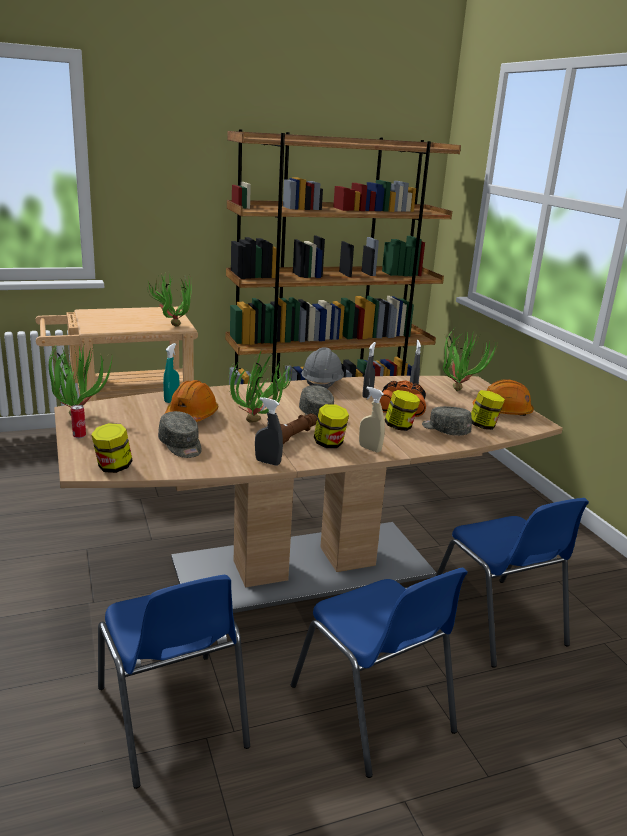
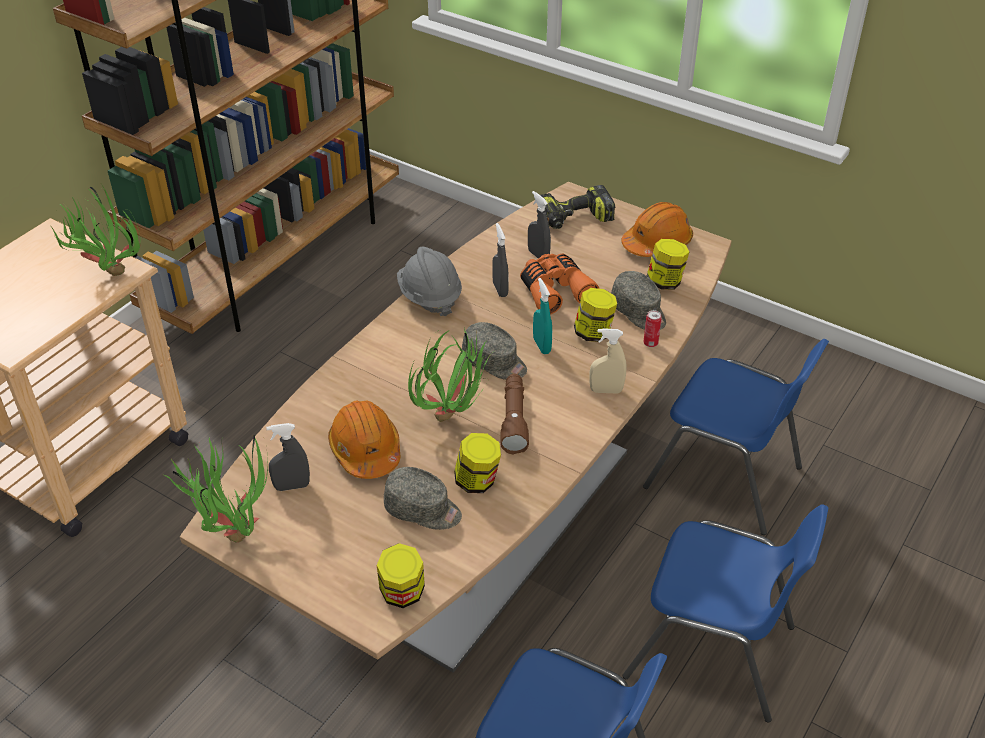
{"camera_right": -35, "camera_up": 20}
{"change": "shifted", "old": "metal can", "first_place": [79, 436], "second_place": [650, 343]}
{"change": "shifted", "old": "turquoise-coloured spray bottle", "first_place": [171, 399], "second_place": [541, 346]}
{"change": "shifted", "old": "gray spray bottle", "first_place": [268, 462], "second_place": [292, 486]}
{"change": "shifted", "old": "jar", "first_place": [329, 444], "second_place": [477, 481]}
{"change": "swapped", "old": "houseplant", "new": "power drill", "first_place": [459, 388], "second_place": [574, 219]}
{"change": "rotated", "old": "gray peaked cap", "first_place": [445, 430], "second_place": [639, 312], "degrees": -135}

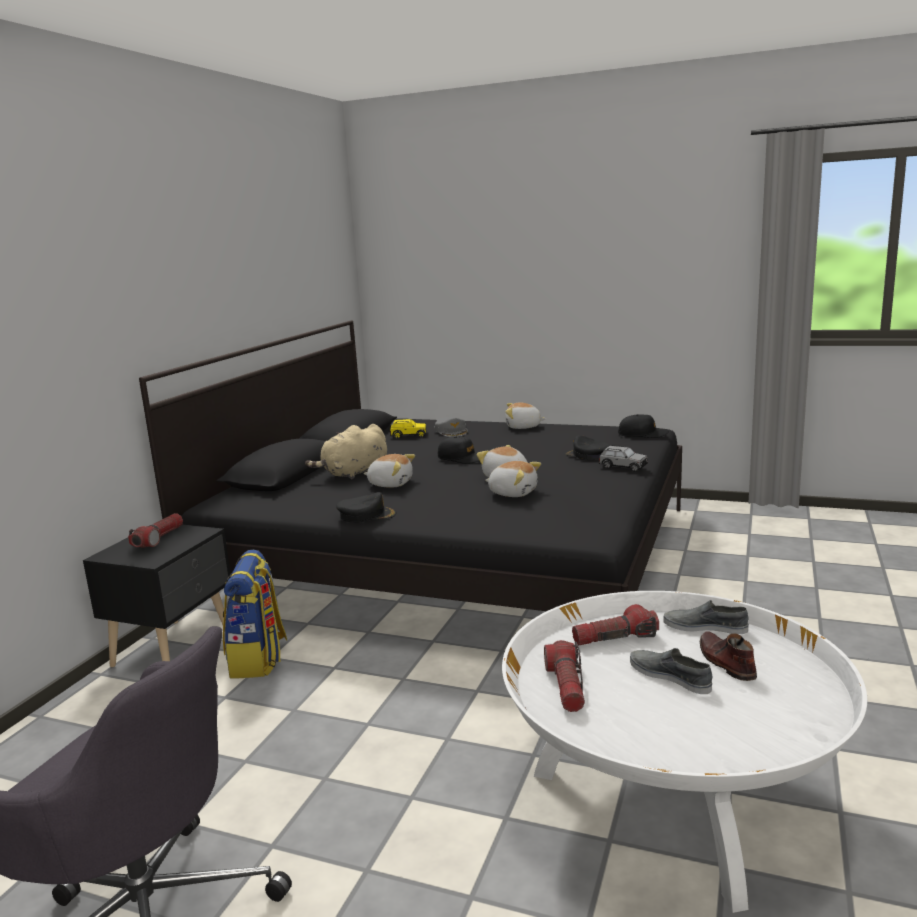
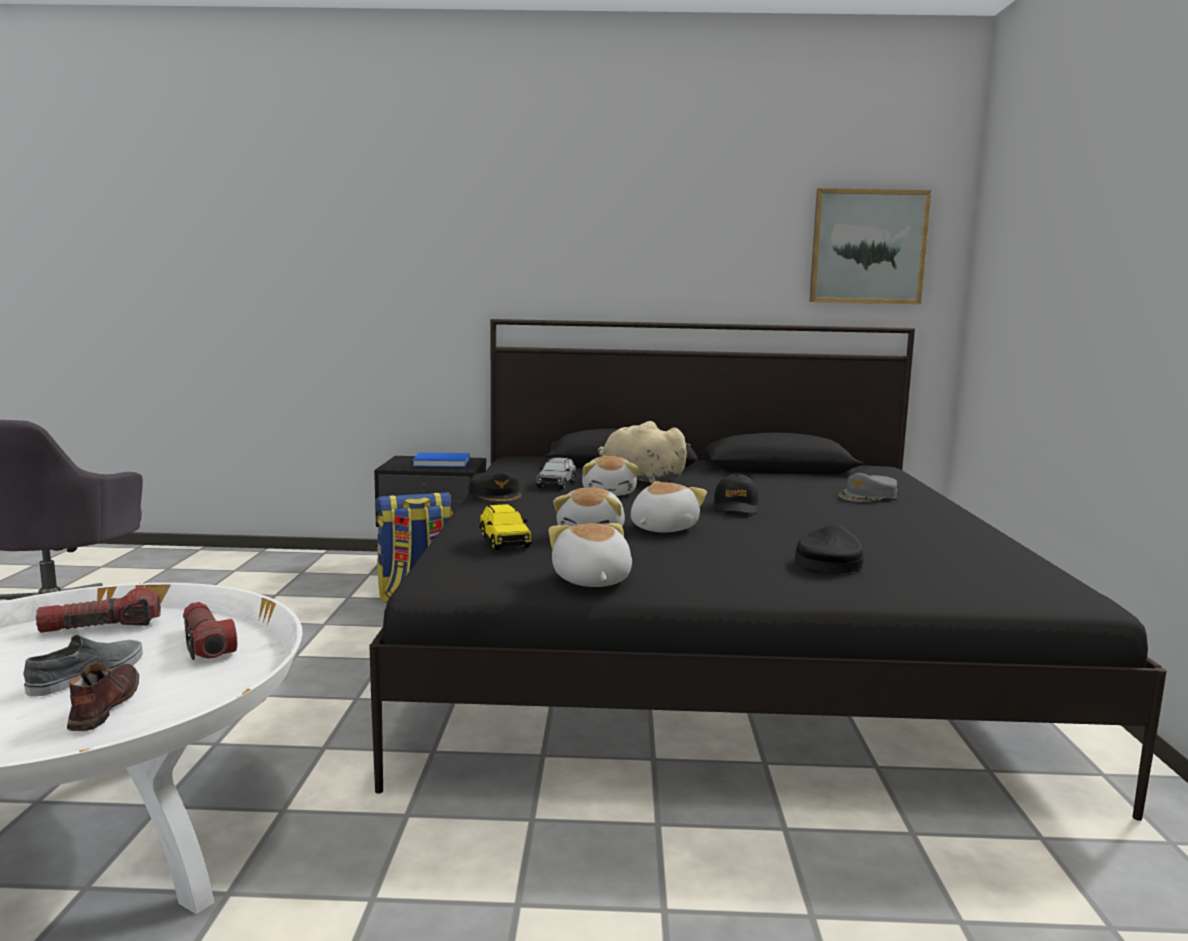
{"camera_right": 70, "camera_up": -5}
{"change": "gone", "old": "blackish peaked cap", "first_place": [643, 434]}
{"change": "gone", "old": "gray low shoe", "first_place": [705, 626]}
{"change": "new", "new": "wall picture", "second_place": [868, 247]}
{"change": "shifted", "old": "yellow-coloured toy car", "first_place": [408, 435], "second_place": [504, 541]}
{"change": "shifted", "old": "soft toy", "first_place": [523, 427], "second_place": [591, 580]}
{"change": "shifted", "old": "gray toy car", "first_place": [623, 467], "second_place": [556, 484]}
{"change": "swapped", "old": "torch", "new": "bluish bound book", "first_place": [159, 538], "second_place": [443, 462]}
{"change": "rotated", "old": "brown low shoe", "first_place": [725, 662], "second_place": [103, 706], "degrees": -60}

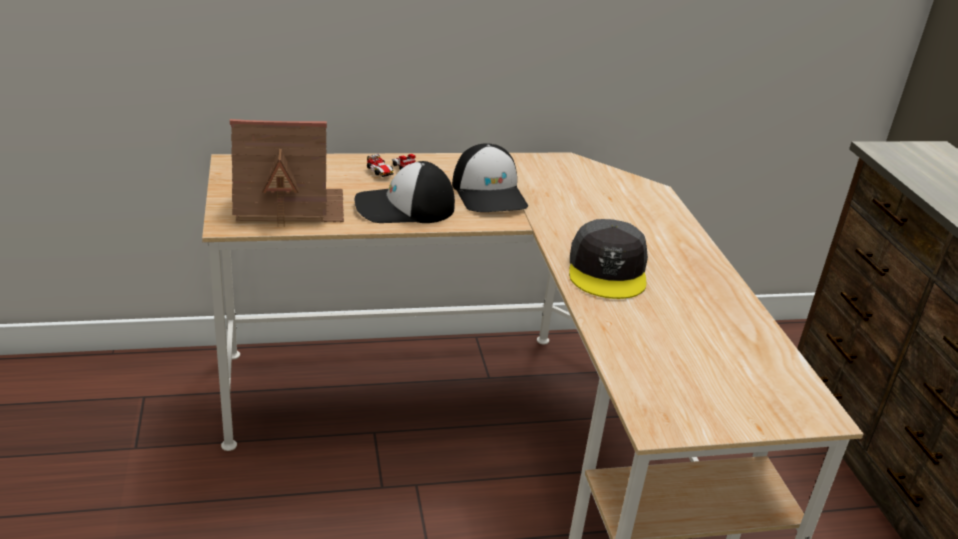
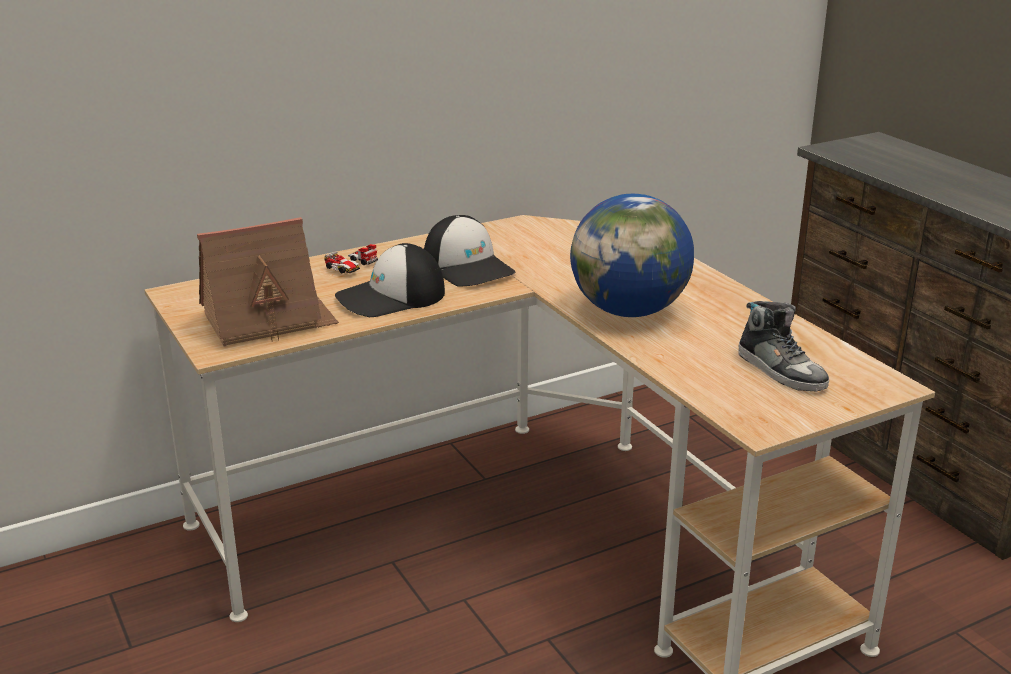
{"camera_right": -15, "camera_up": -5}
{"change": "new", "new": "low shoe", "second_place": [781, 370]}
{"change": "swapped", "old": "gray peaked cap", "new": "globe", "first_place": [607, 271], "second_place": [629, 311]}

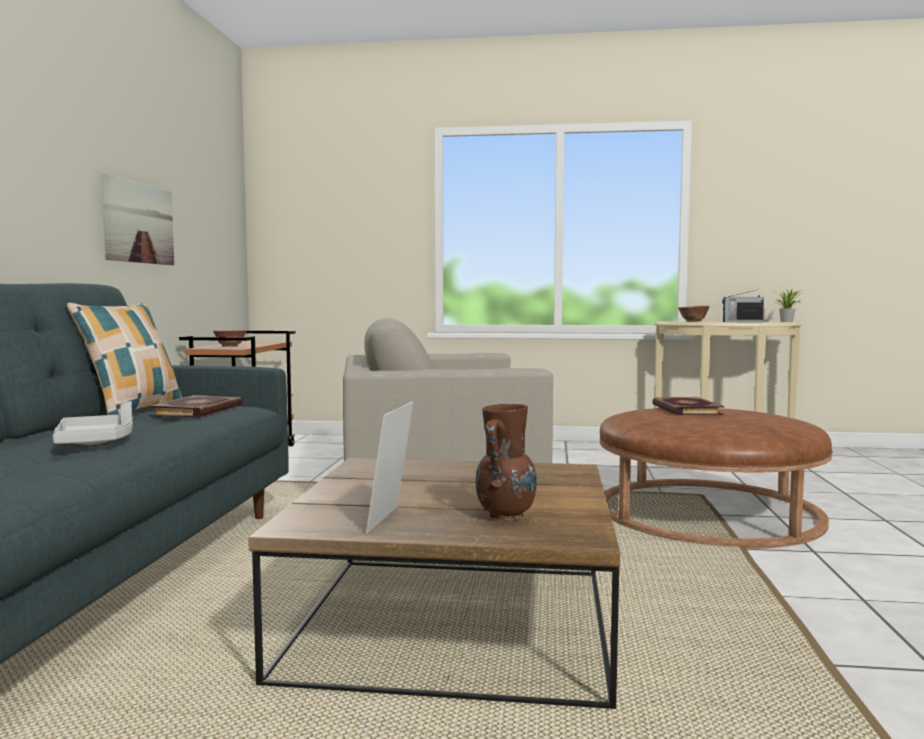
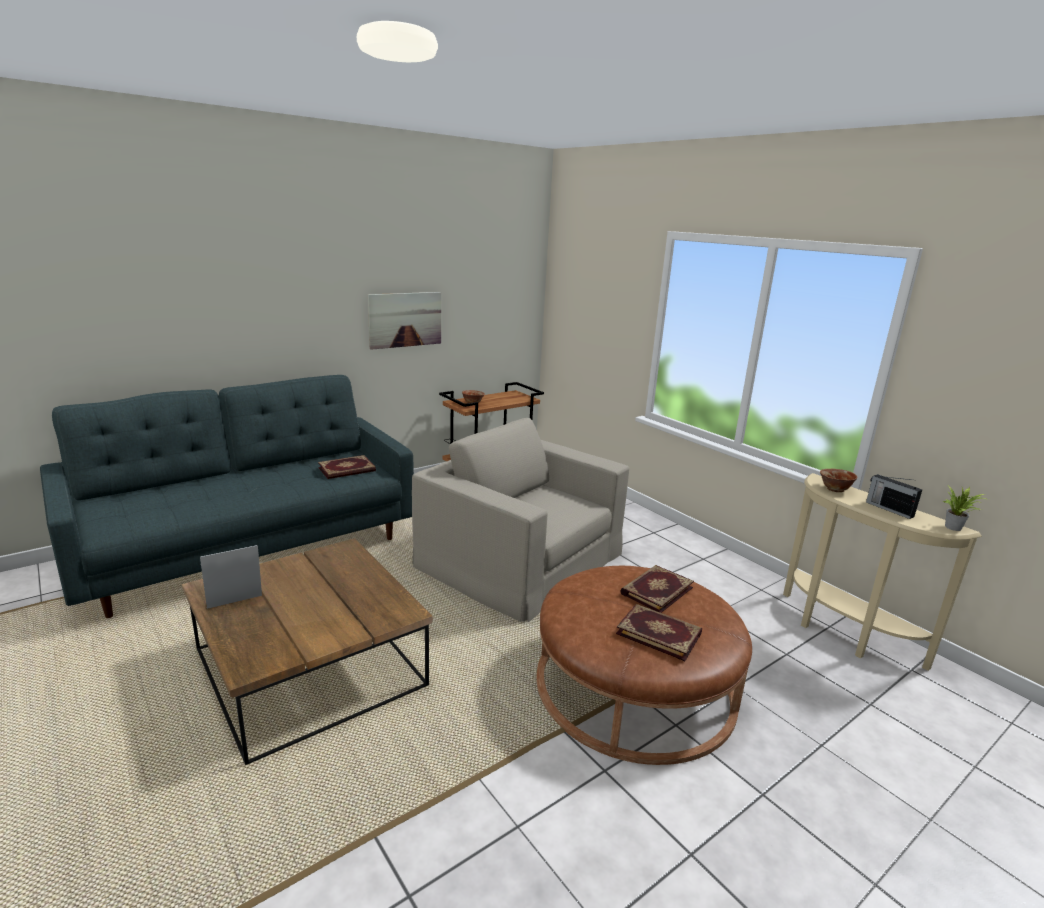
{"camera_right": 45, "camera_up": 15}
{"change": "gone", "old": "gray serving tray", "first_place": [96, 442]}
{"change": "gone", "old": "cushion", "first_place": [133, 412]}
{"change": "gone", "old": "brown decorative vase", "first_place": [505, 516]}
{"change": "new", "new": "bound book", "second_place": [659, 633]}

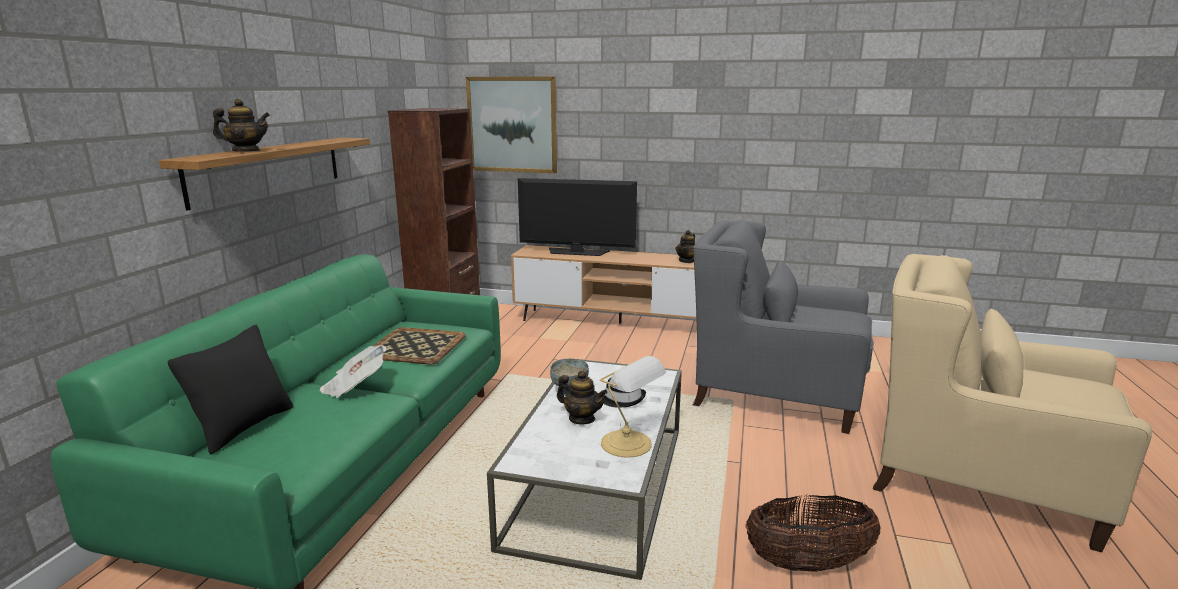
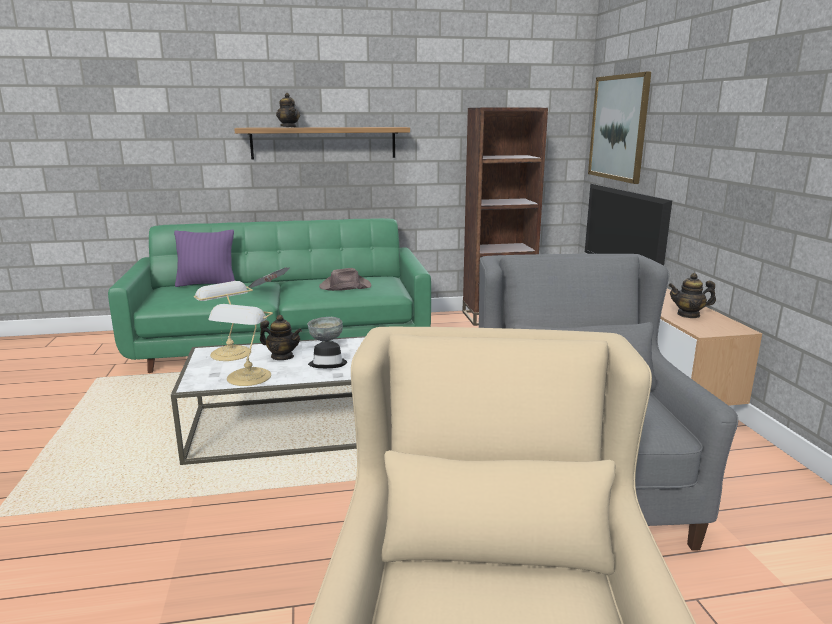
{"camera_right": 65, "camera_up": 0}
{"change": "gone", "old": "basket", "first_place": [807, 563]}
{"change": "new", "new": "lamp for a table", "second_place": [229, 352]}
{"change": "swapped", "old": "serving tray", "new": "brown wearable hat", "first_place": [414, 346], "second_place": [344, 286]}
{"change": "repainted", "old": "blackish cushion", "new": "purple-coloured cushion", "first_place": [244, 427], "second_place": [207, 284]}
{"change": "rotated", "old": "teapot", "first_place": [581, 419], "second_place": [282, 357], "degrees": -75}

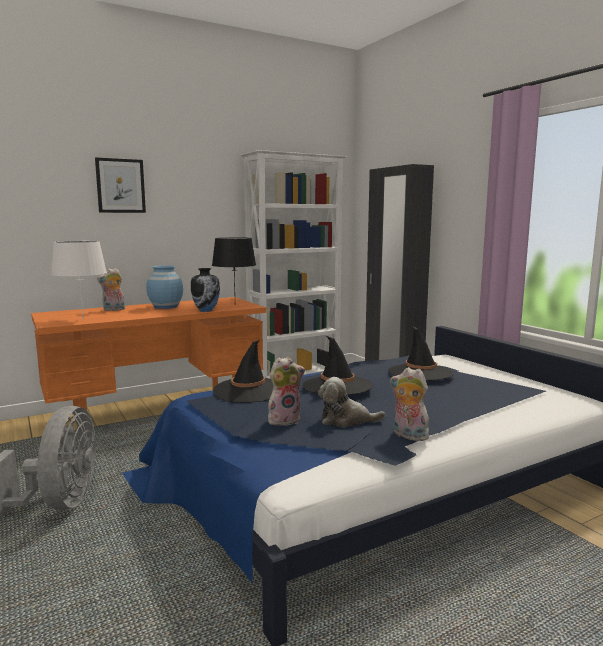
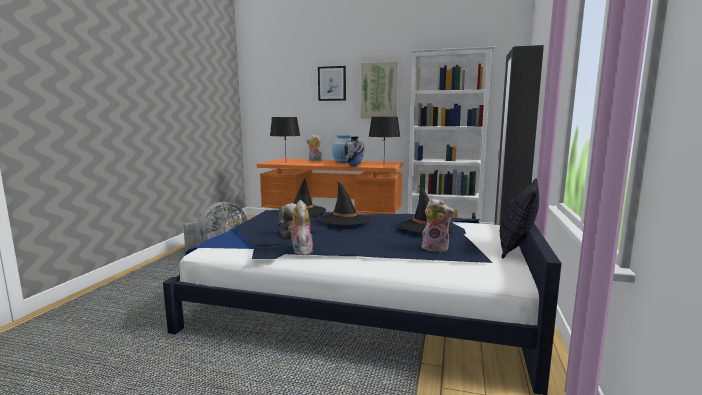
{"camera_right": 45, "camera_up": 0}
{"change": "new", "new": "wall picture", "second_place": [379, 90]}
{"change": "new", "new": "cushion", "second_place": [516, 249]}
{"change": "shifted", "old": "soft toy", "first_place": [284, 420], "second_place": [436, 248]}
{"change": "repainted", "old": "white lamp for a table", "new": "blackish lamp for a table", "first_place": [83, 319], "second_place": [285, 163]}

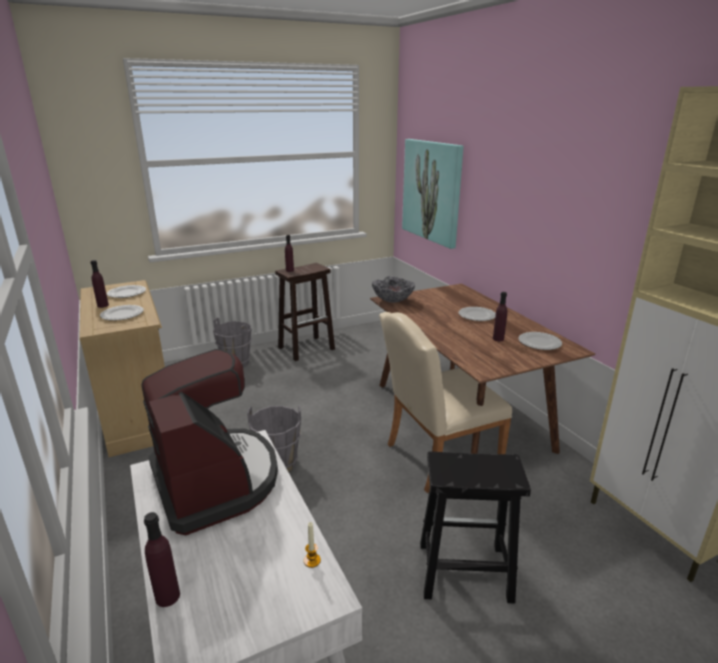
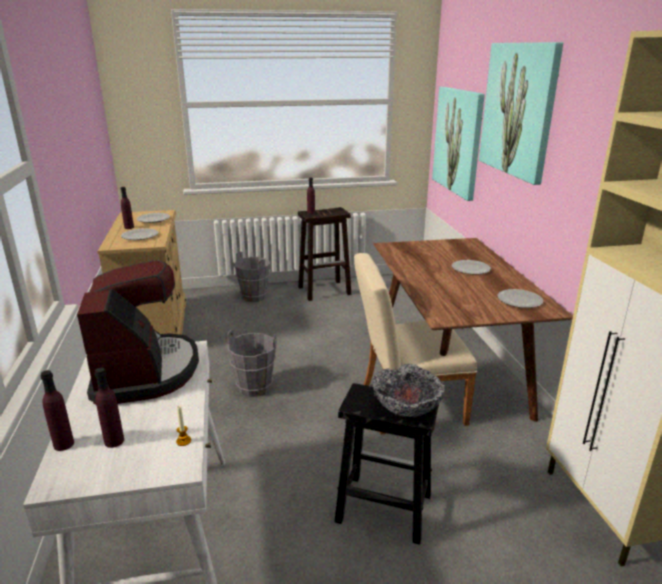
{"camera_right": 15, "camera_up": 0}
{"change": "new", "new": "wall picture", "second_place": [519, 110]}
{"change": "shifted", "old": "bowl", "first_place": [393, 300], "second_place": [407, 409]}
{"change": "shifted", "old": "purple-coloured beverage bottle", "first_place": [498, 339], "second_place": [114, 441]}

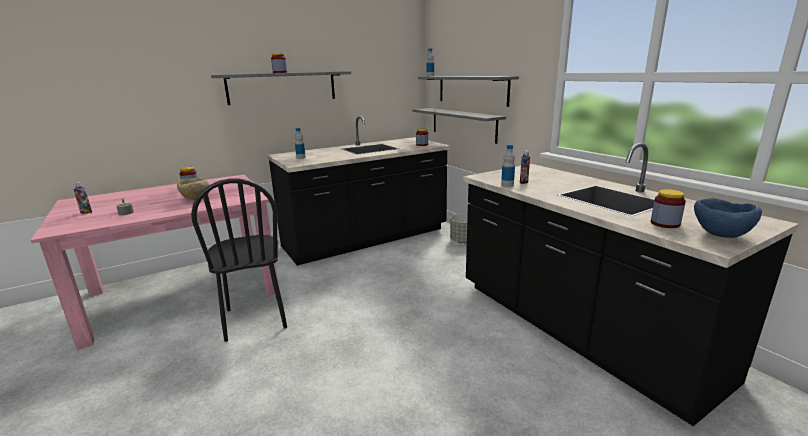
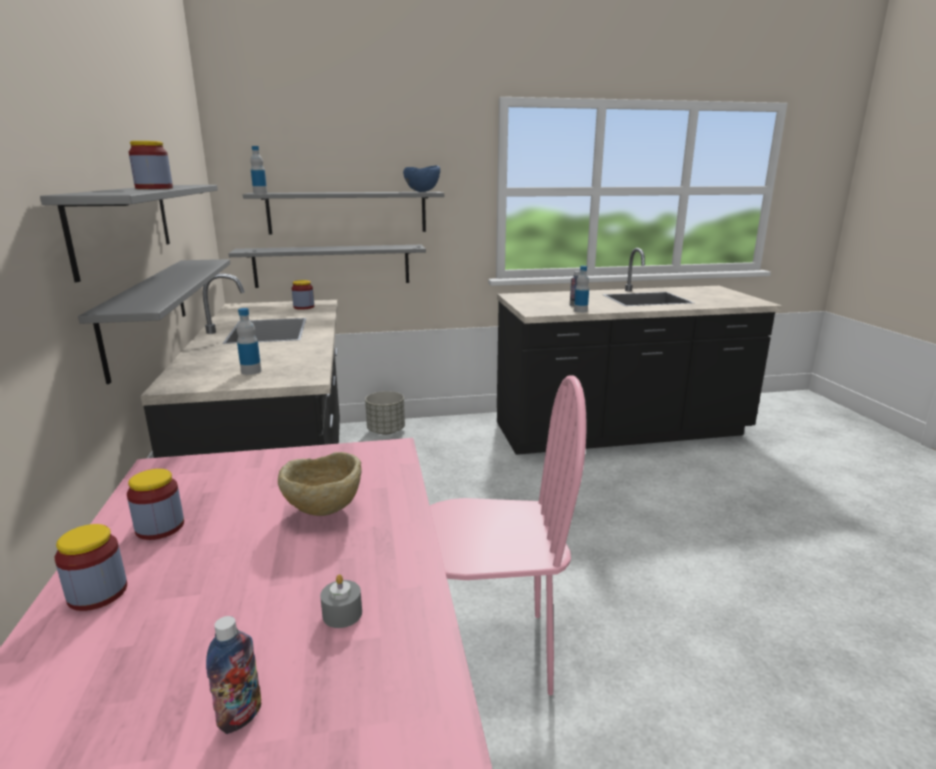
{"camera_right": -70, "camera_up": 0}
{"change": "new", "new": "gray wall shelf", "second_place": [146, 313]}
{"change": "shifted", "old": "jar", "first_place": [665, 223], "second_place": [98, 593]}
{"change": "shifted", "old": "bluish bowl", "first_place": [719, 236], "second_place": [422, 192]}
{"change": "repainted", "old": "blackish upright chair", "new": "pink upright chair", "first_place": [255, 319], "second_place": [492, 652]}

